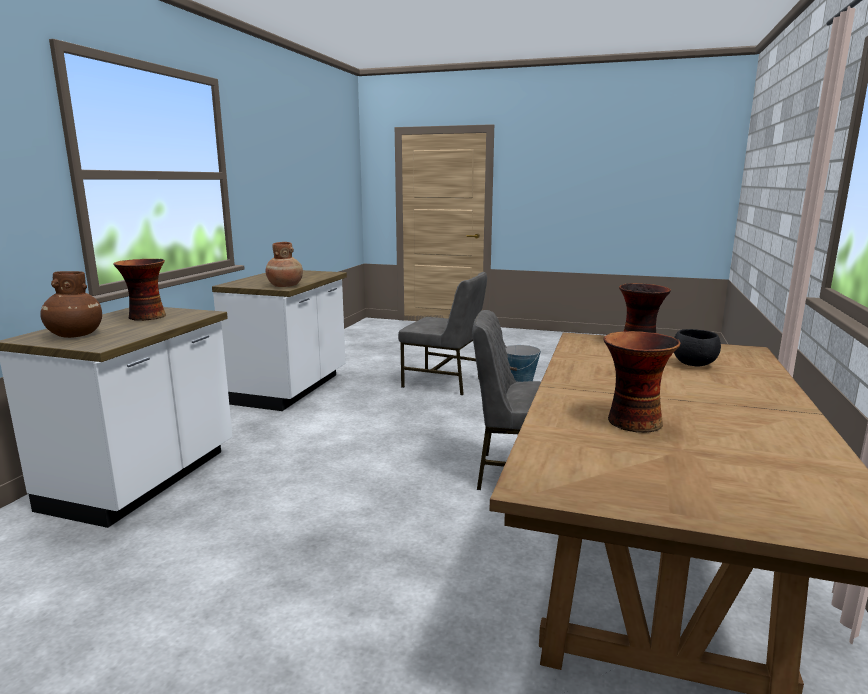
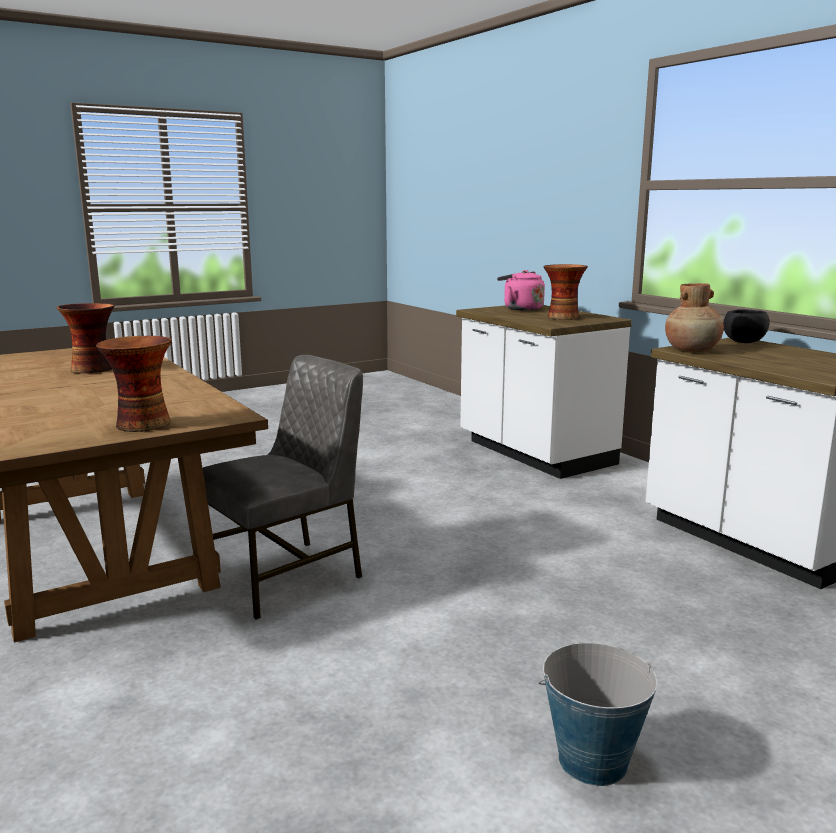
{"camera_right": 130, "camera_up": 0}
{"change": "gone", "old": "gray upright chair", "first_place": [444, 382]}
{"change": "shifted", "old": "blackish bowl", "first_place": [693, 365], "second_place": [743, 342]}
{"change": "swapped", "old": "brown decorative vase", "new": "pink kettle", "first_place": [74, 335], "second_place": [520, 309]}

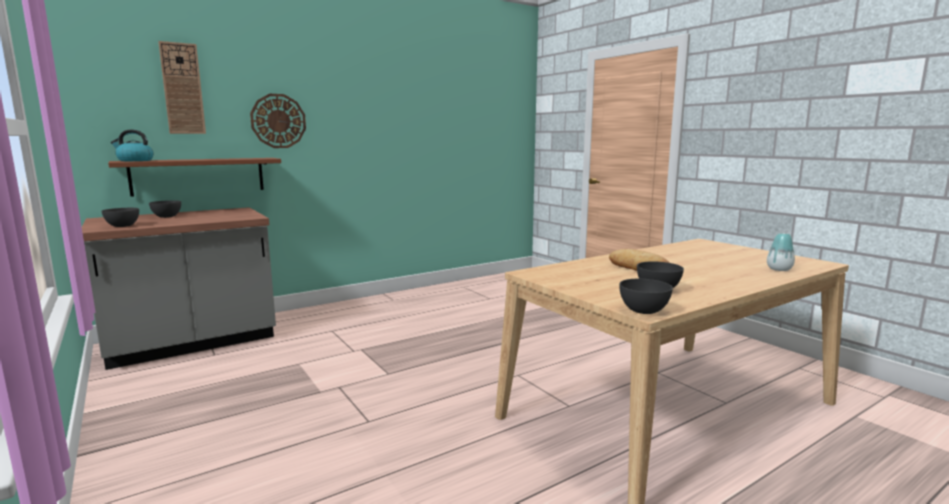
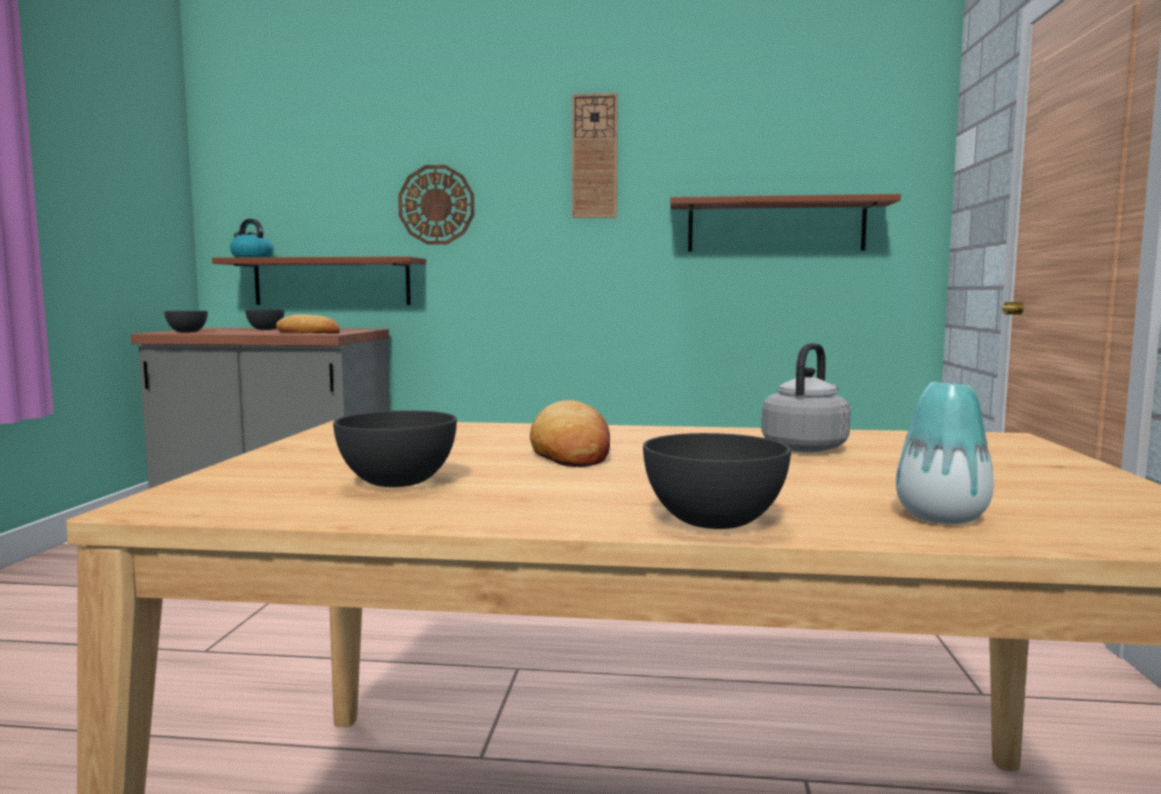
{"camera_right": 40, "camera_up": -5}
{"change": "new", "new": "bread", "second_place": [308, 332]}
{"change": "new", "new": "brown wall shelf", "second_place": [776, 226]}
{"change": "new", "new": "gray kettle", "second_place": [806, 447]}
{"change": "shifted", "old": "hanging clock", "first_place": [182, 89], "second_place": [594, 156]}
{"change": "shifted", "old": "gray bowl", "first_place": [643, 311], "second_place": [714, 521]}

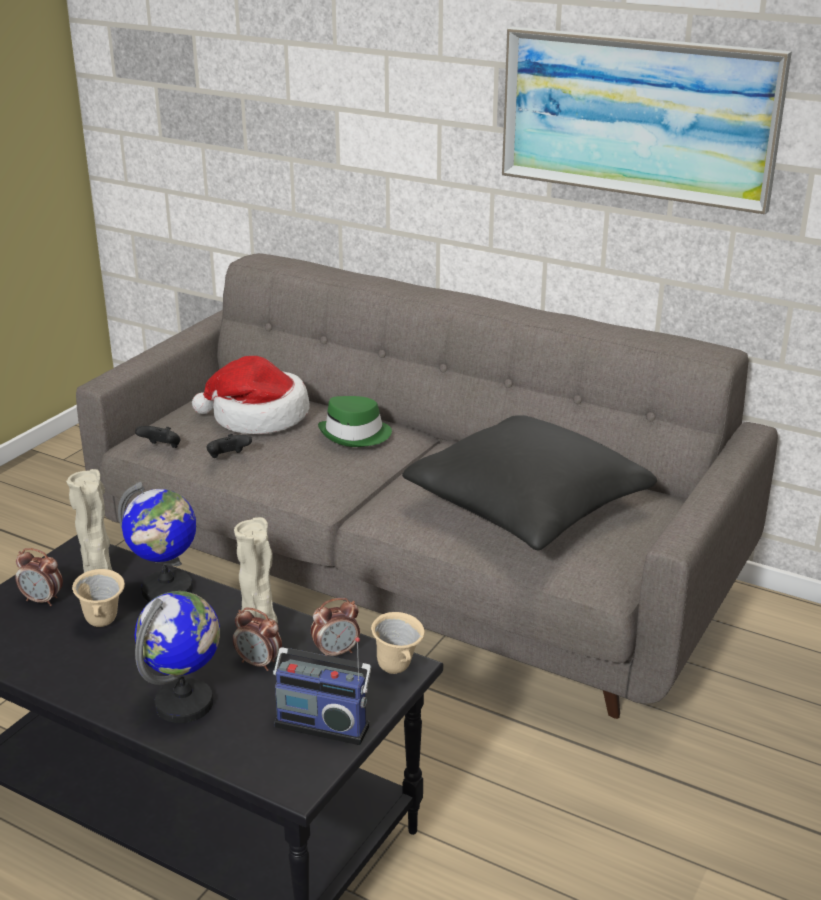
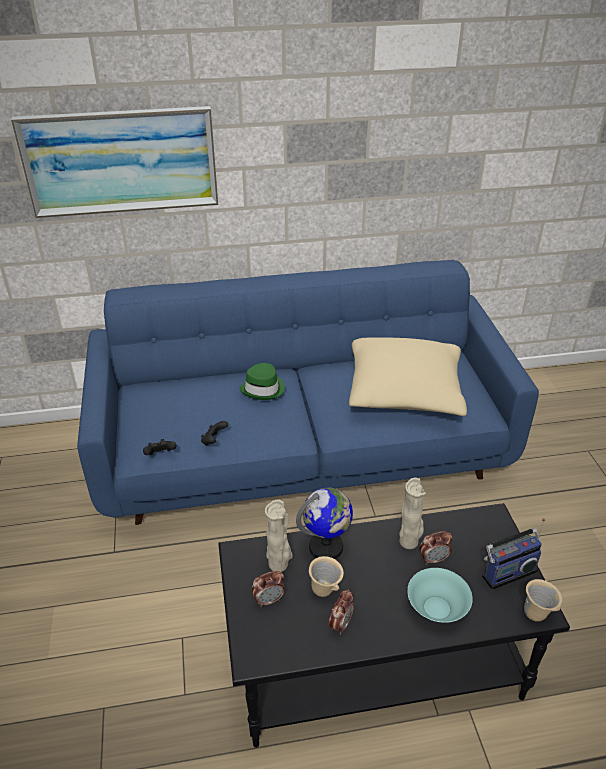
{"camera_right": -40, "camera_up": 10}
{"change": "gone", "old": "wearable hat", "first_place": [257, 417]}
{"change": "shifted", "old": "table clock", "first_place": [336, 652], "second_place": [340, 624]}
{"change": "shifted", "old": "beige tea mug", "first_place": [398, 669], "second_place": [537, 614]}
{"change": "shifted", "old": "wall picture", "first_place": [637, 116], "second_place": [121, 161]}
{"change": "swapped", "old": "globe", "new": "turquoise-coloured bowl", "first_place": [185, 704], "second_place": [436, 607]}
{"change": "repainted", "old": "gray sofa", "new": "bluish sofa", "first_place": [412, 570], "second_place": [303, 451]}
{"change": "repainted", "old": "blackish cushion", "new": "beige cushion", "first_place": [526, 507], "second_place": [404, 391]}

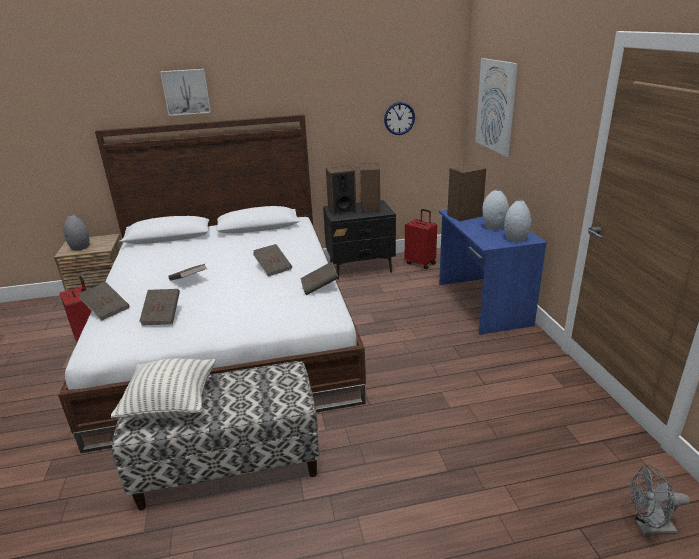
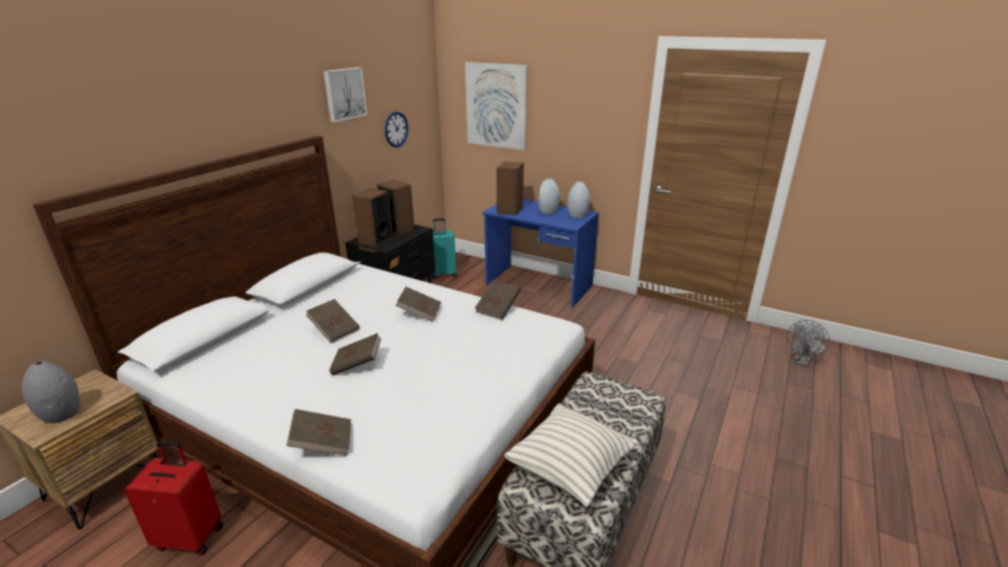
{"camera_right": -50, "camera_up": 0}
{"change": "shifted", "old": "brown bound book", "first_place": [162, 316], "second_place": [334, 330]}
{"change": "shifted", "old": "wall picture", "first_place": [186, 92], "second_place": [344, 94]}
{"change": "repainted", "old": "red suitcase", "new": "turquoise-coloured suitcase", "first_place": [421, 263], "second_place": [443, 274]}

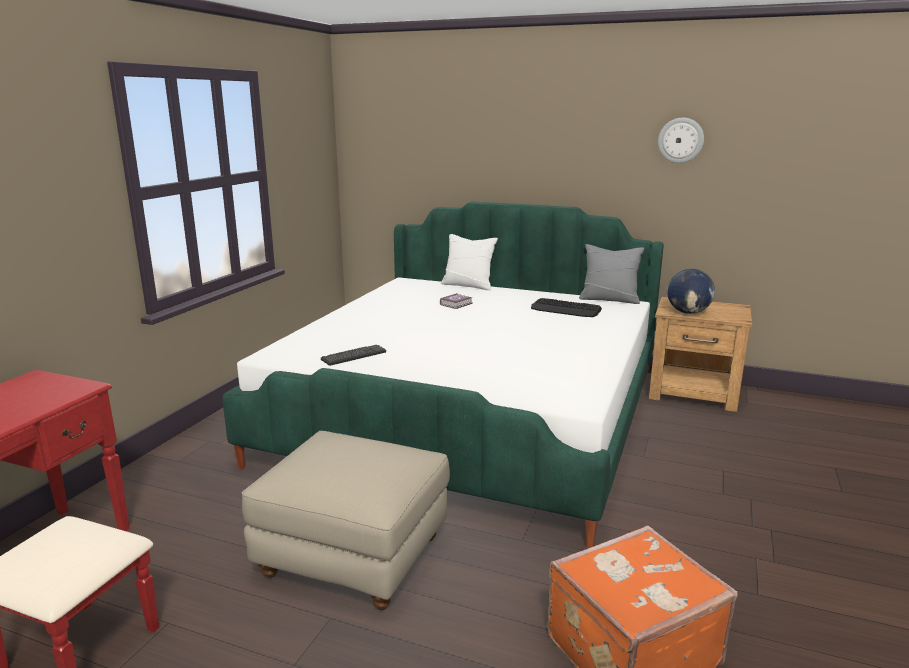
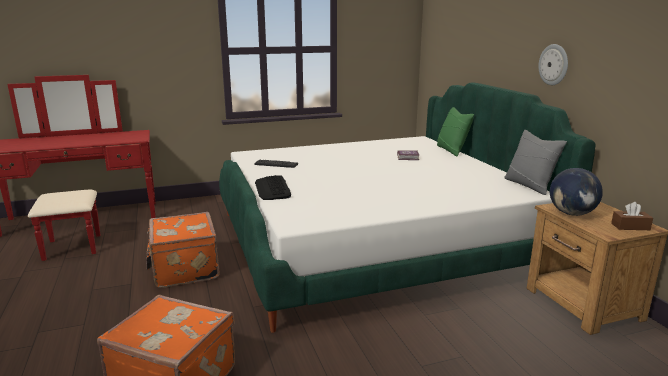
{"camera_right": 50, "camera_up": 0}
{"change": "new", "new": "brown box of tissues", "second_place": [630, 226]}
{"change": "shifted", "old": "keyboard", "first_place": [565, 309], "second_place": [272, 188]}
{"change": "shifted", "old": "hanging clock", "first_place": [680, 140], "second_place": [554, 64]}
{"change": "swapped", "old": "beige footrest", "new": "orange suitcase", "first_place": [354, 557], "second_place": [184, 269]}
{"change": "repainted", "old": "white cushion", "new": "green-coloured cushion", "first_place": [468, 285], "second_place": [452, 150]}

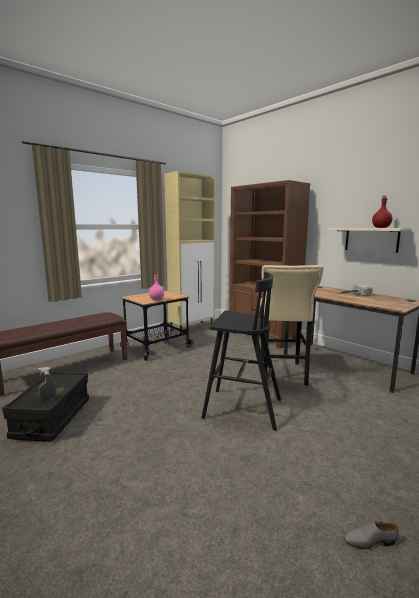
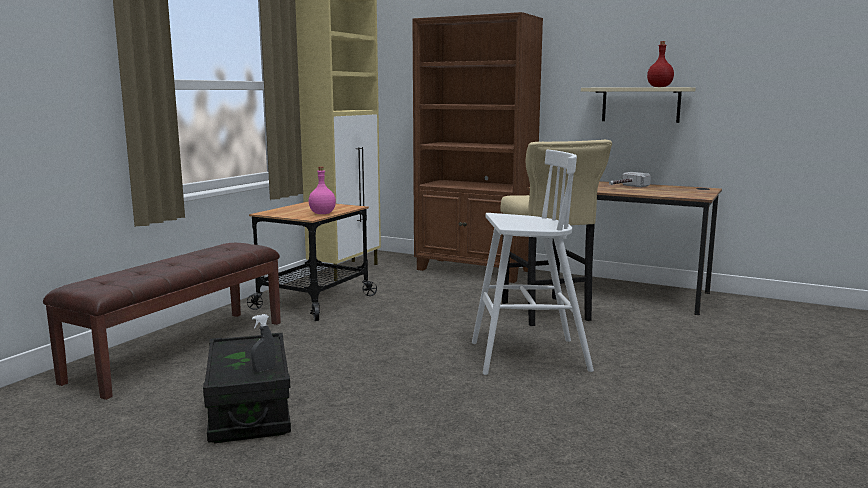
{"camera_right": -20, "camera_up": 0}
{"change": "gone", "old": "gray low shoe", "first_place": [369, 541]}
{"change": "repainted", "old": "blackish stool", "new": "white stool", "first_place": [241, 408], "second_place": [526, 357]}

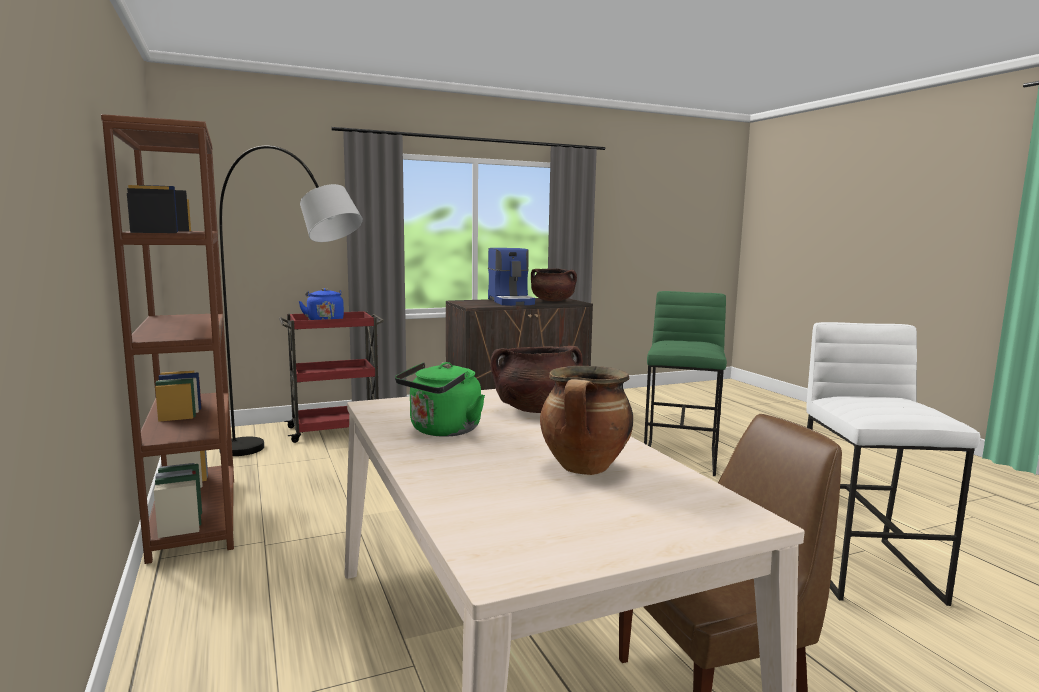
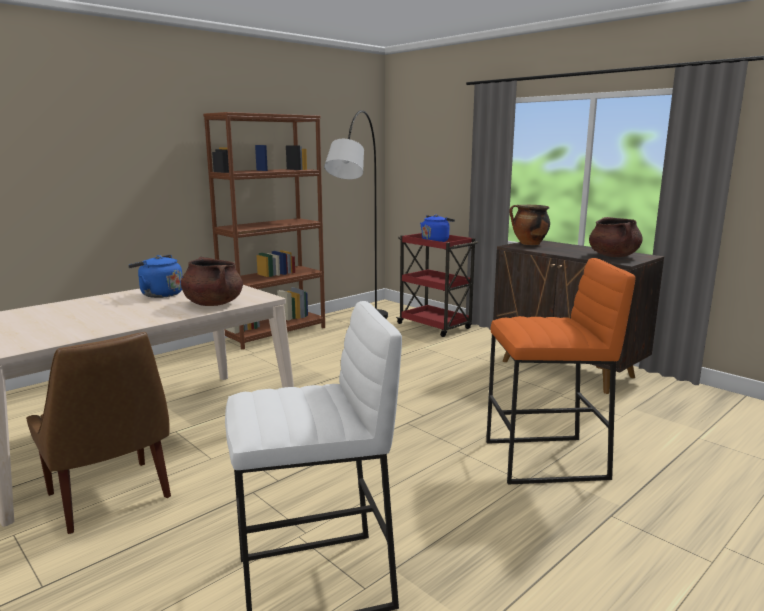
{"camera_right": 70, "camera_up": 5}
{"change": "gone", "old": "coffee machine", "first_place": [511, 301]}
{"change": "shifted", "old": "stockpot", "first_place": [585, 468], "second_place": [528, 244]}
{"change": "repainted", "old": "green-coloured kettle", "new": "bluish kettle", "first_place": [442, 431], "second_place": [159, 294]}
{"change": "repainted", "old": "green-coloured stool", "new": "orange stool", "first_place": [681, 458], "second_place": [545, 460]}

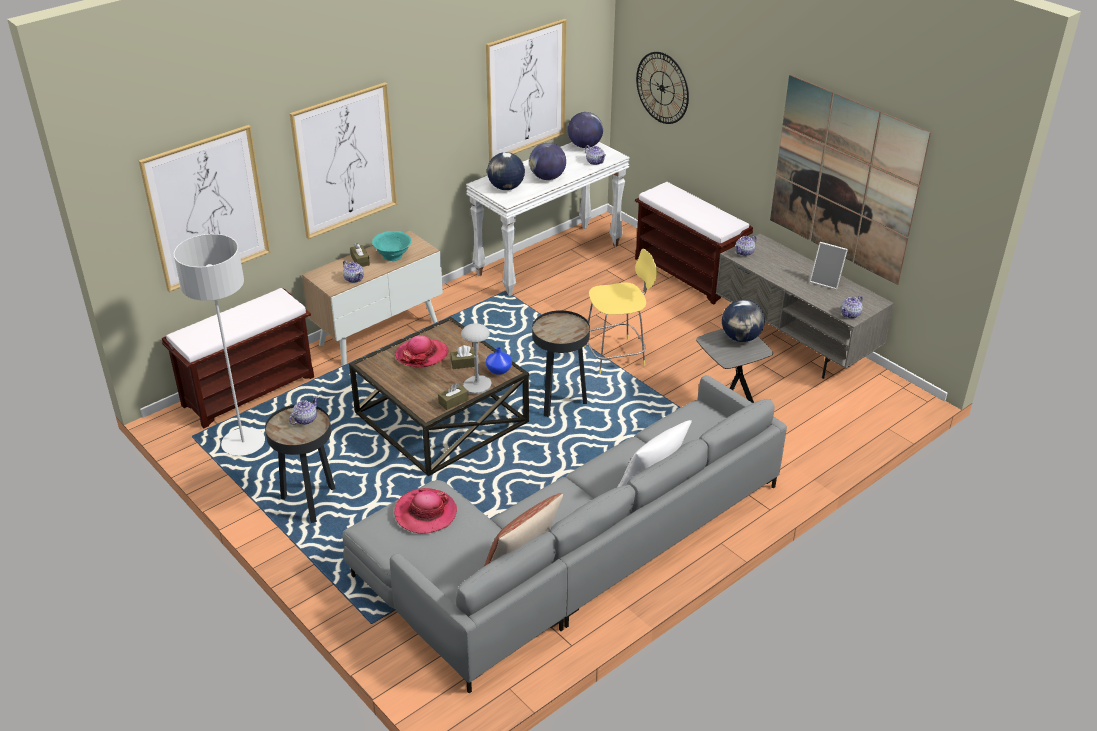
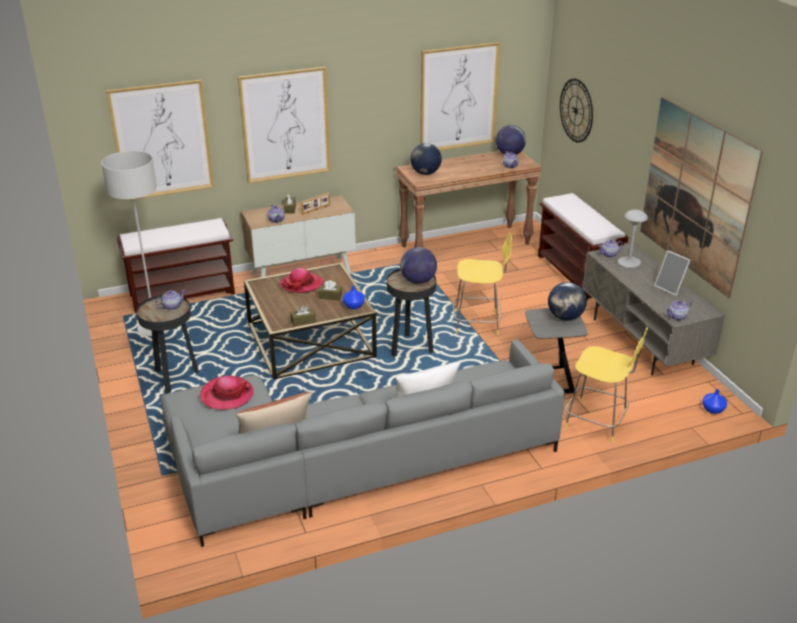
{"camera_right": 20, "camera_up": -5}
{"change": "new", "new": "yellow-coloured stool", "second_place": [598, 422]}
{"change": "new", "new": "bluish decorative vase", "second_place": [713, 410]}
{"change": "shifted", "old": "gray lamp for a table", "first_place": [477, 386], "second_place": [628, 263]}
{"change": "shifted", "old": "globe", "first_place": [547, 178], "second_place": [418, 281]}
{"change": "swapped", "old": "turquoise-coloured bowl", "new": "photo frame", "first_place": [393, 256], "second_place": [316, 210]}
{"change": "repainted", "old": "white narrow table", "new": "brown narrow table", "first_place": [548, 259], "second_place": [465, 245]}

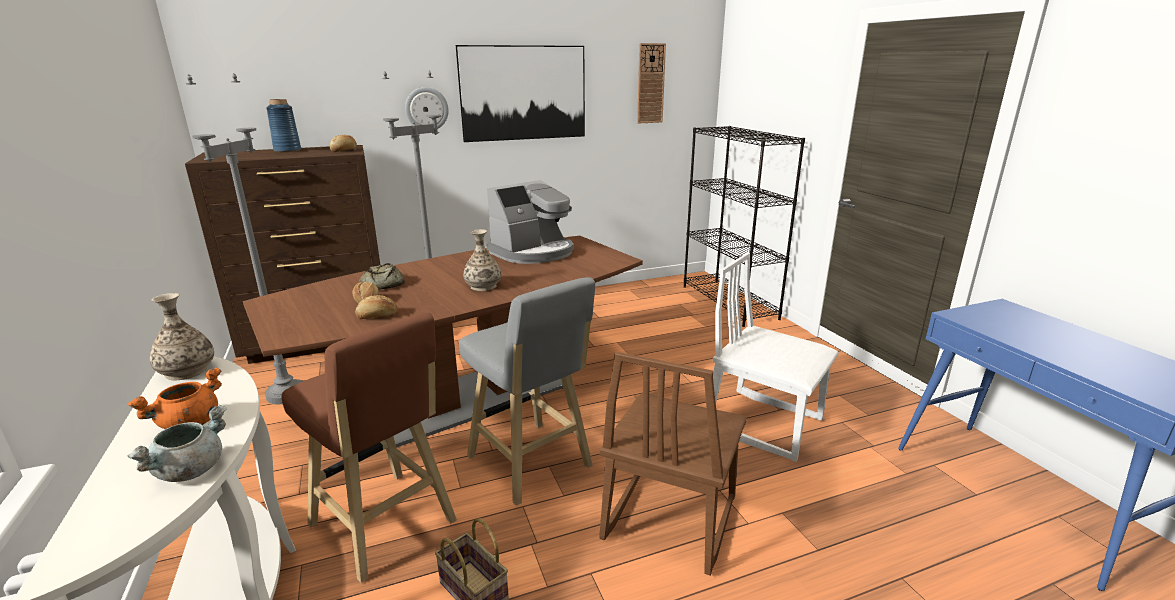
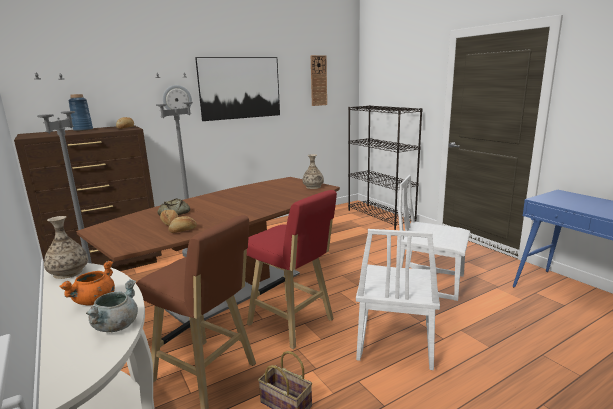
{"camera_right": -10, "camera_up": -5}
{"change": "gone", "old": "coffee machine", "first_place": [533, 252]}
{"change": "shifted", "old": "decorative vase", "first_place": [483, 286], "second_place": [313, 187]}
{"change": "repainted", "old": "gray stool", "new": "red stool", "first_place": [532, 464], "second_place": [293, 324]}
{"change": "repainted", "old": "brown upright chair", "new": "white upright chair", "first_place": [668, 518], "second_place": [394, 342]}

